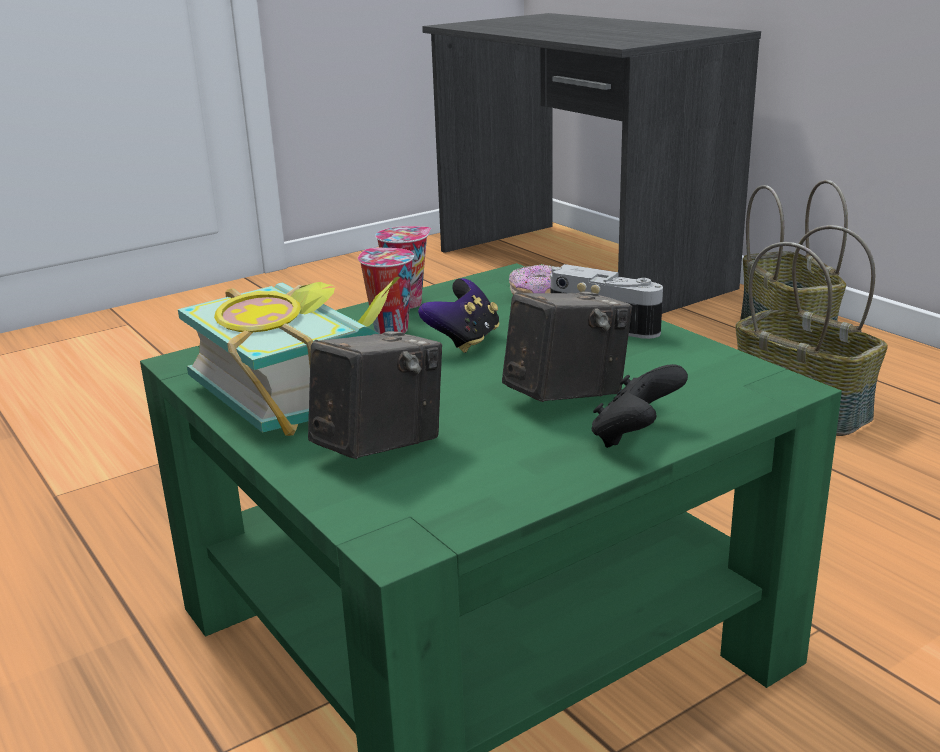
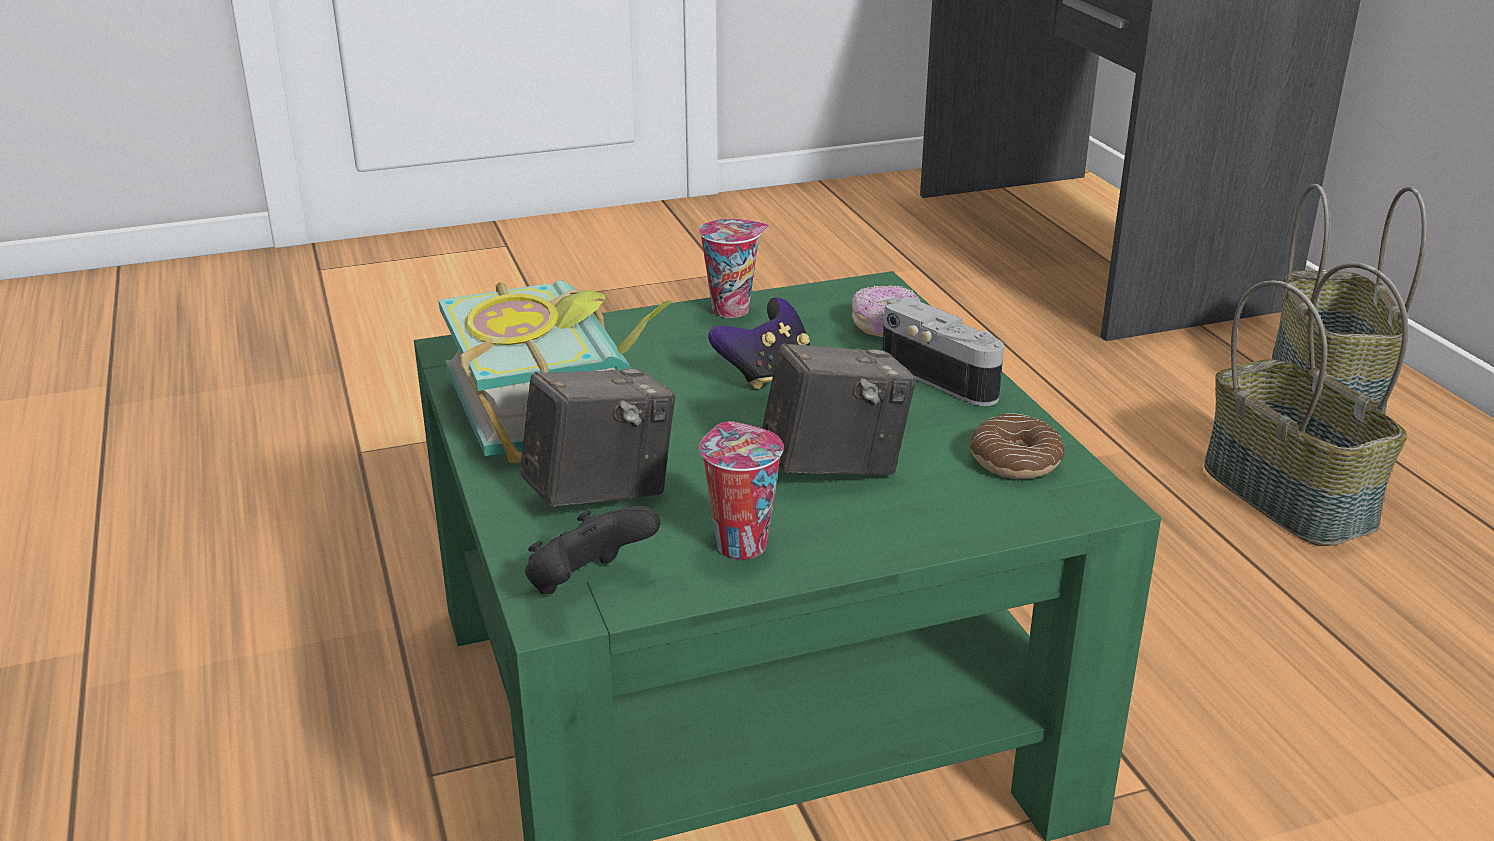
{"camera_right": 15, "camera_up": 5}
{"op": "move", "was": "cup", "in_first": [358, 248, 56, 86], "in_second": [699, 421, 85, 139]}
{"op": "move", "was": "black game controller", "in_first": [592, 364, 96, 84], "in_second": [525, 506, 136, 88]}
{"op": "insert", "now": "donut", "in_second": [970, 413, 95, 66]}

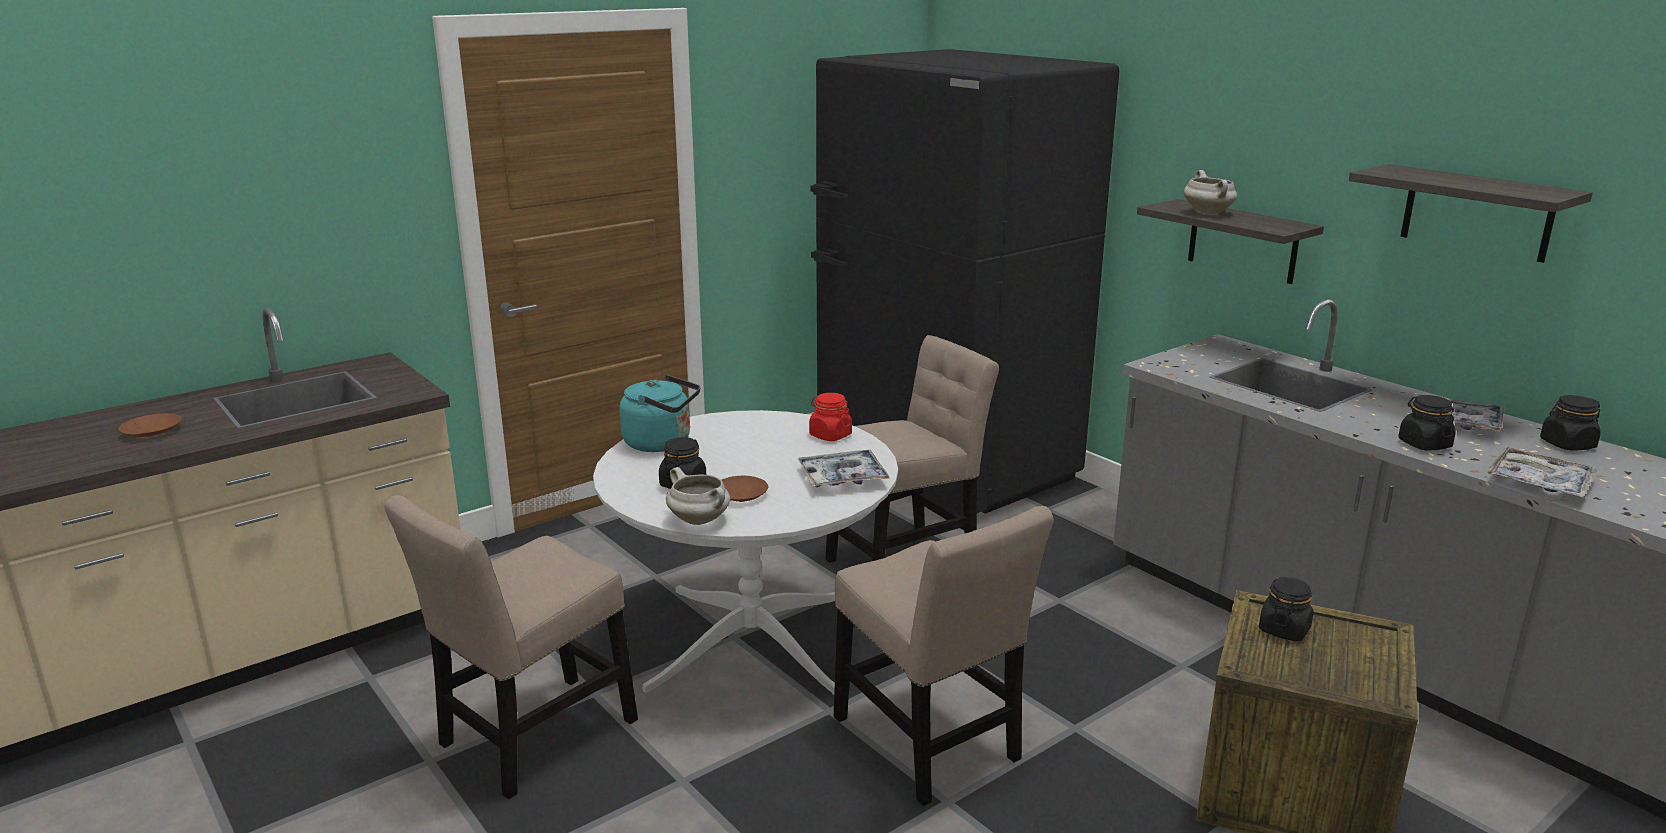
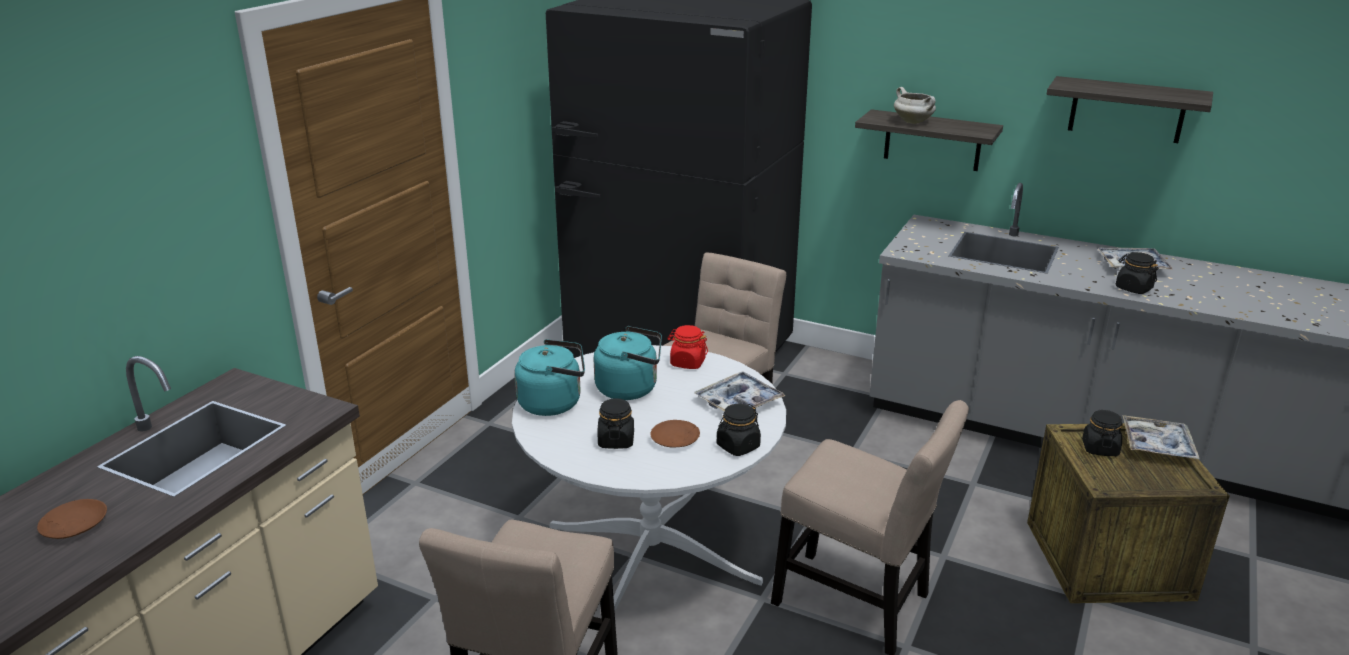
{"camera_right": -25, "camera_up": 5}
{"op": "move", "was": "black jar", "in_first": [1540, 395, 61, 56], "in_second": [717, 404, 44, 52]}
{"op": "move", "was": "tray", "in_first": [1486, 446, 112, 51], "in_second": [1122, 415, 78, 44]}
{"op": "delete", "was": "white cooking pot", "in_first": [666, 467, 64, 58]}
{"op": "insert", "now": "turquoise kettle", "in_second": [594, 326, 68, 74]}

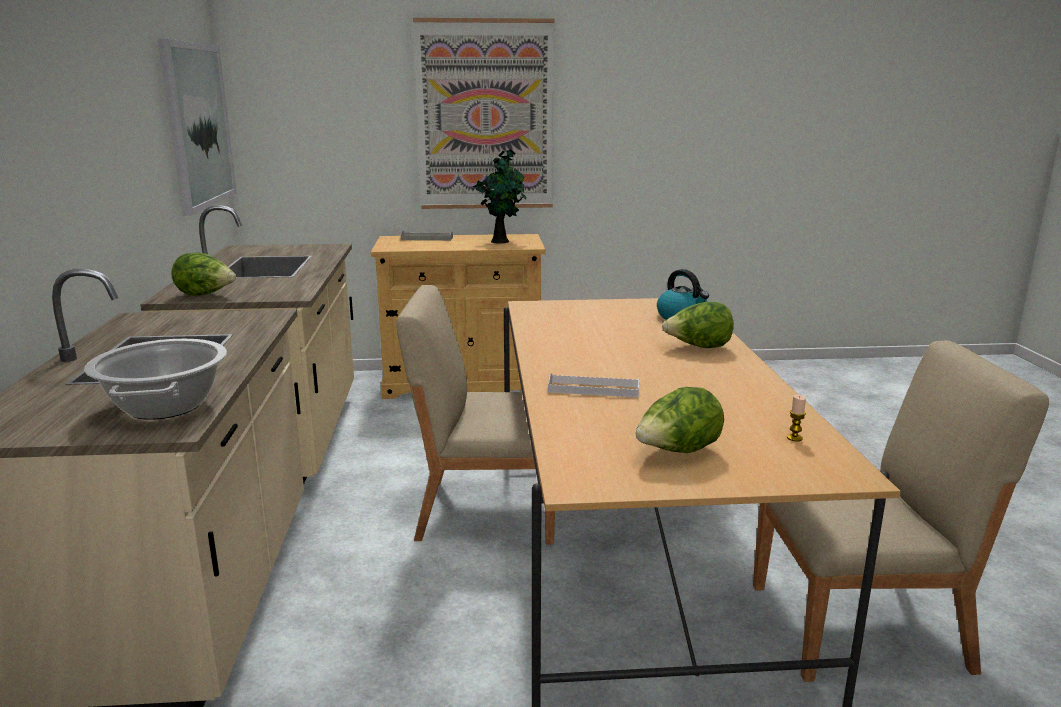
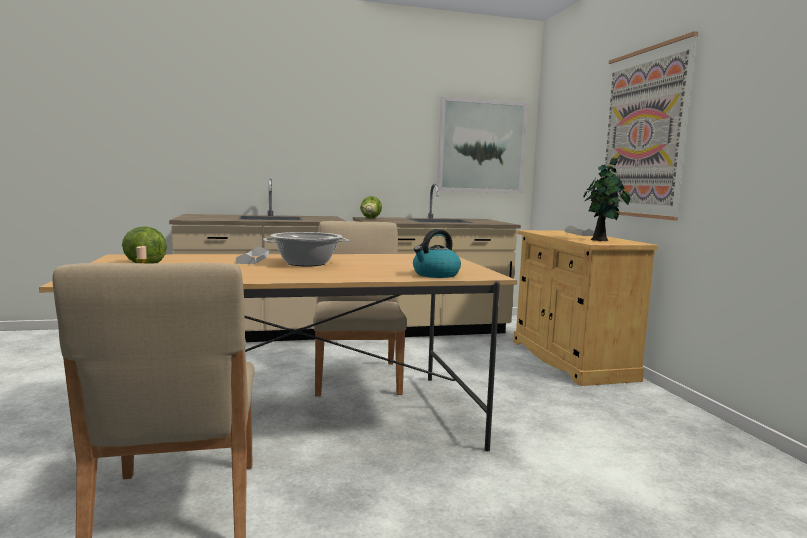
{"camera_right": 80, "camera_up": -10}
{"op": "delete", "was": "lettuce", "in_first": [662, 302, 72, 46]}
{"op": "move", "was": "cooking pot", "in_first": [85, 339, 142, 81], "in_second": [263, 232, 87, 34]}

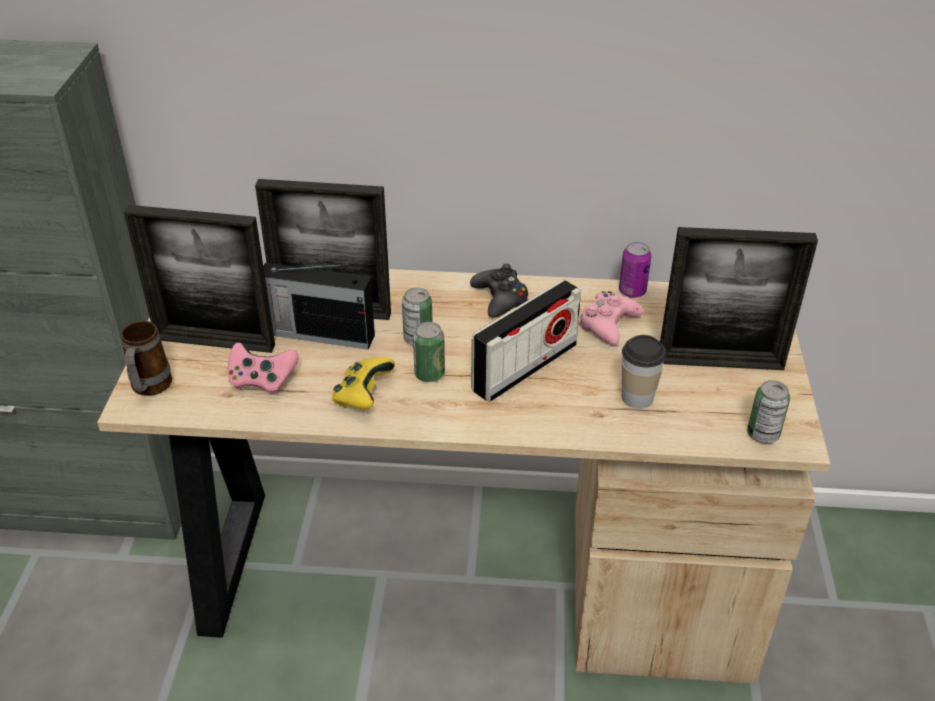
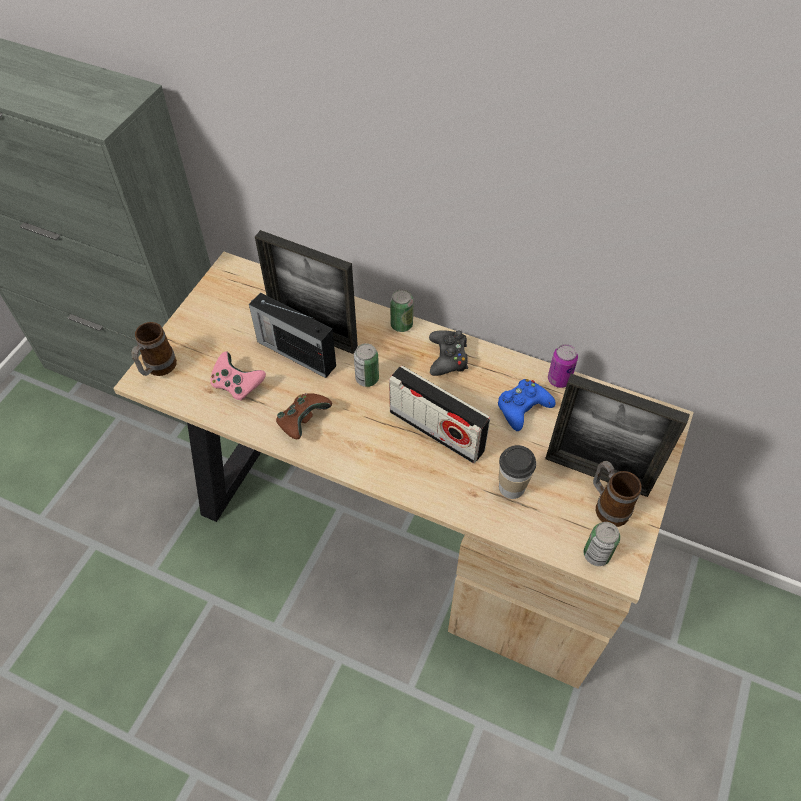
{"camera_right": 20, "camera_up": 15}
{"op": "delete", "was": "picture frame", "in_first": [124, 205, 151, 148]}
{"op": "rotate", "was": "radio", "in_first": [471, 280, 110, 122], "in_second": [389, 366, 101, 98], "clockwise": 60}
{"op": "recolor", "was": "pink game controller", "now": "blue game controller", "in_first": [579, 291, 64, 55], "in_second": [498, 379, 57, 52]}
{"op": "move", "was": "can", "in_first": [413, 322, 32, 60], "in_second": [390, 289, 23, 43]}
{"op": "recolor", "was": "yellow game controller", "now": "brown game controller", "in_first": [332, 357, 63, 52], "in_second": [276, 393, 56, 46]}
{"op": "insert", "now": "mug", "in_second": [593, 461, 49, 66]}

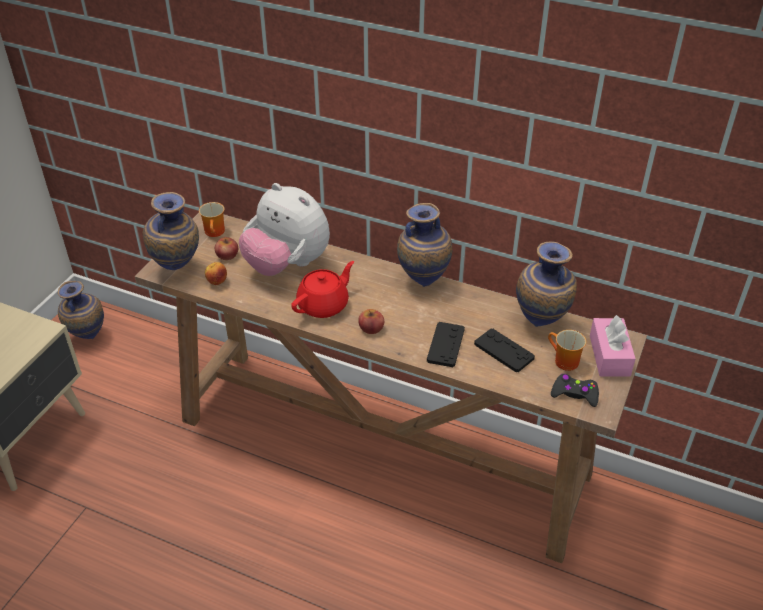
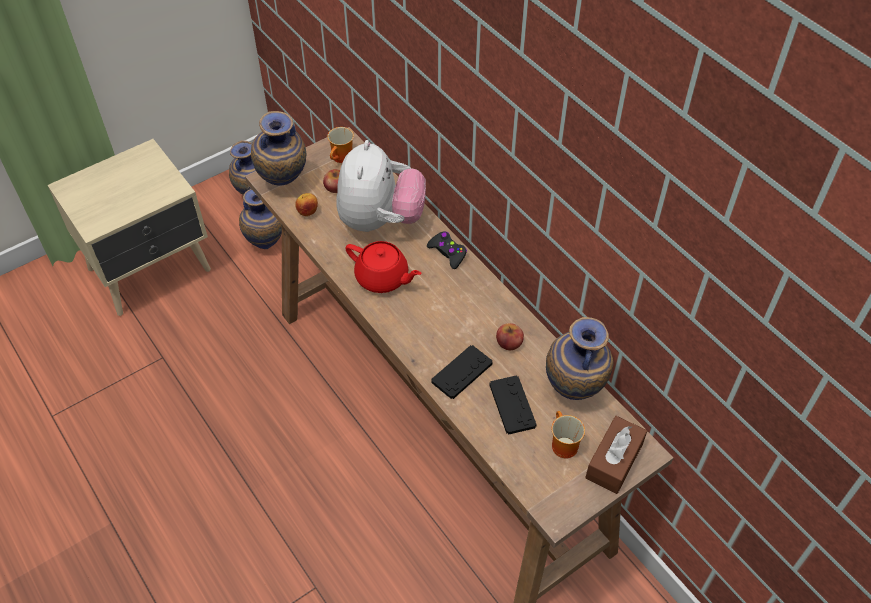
{"camera_right": 30, "camera_up": 10}
{"op": "rotate", "was": "plush toy", "in_first": [239, 183, 91, 93], "in_second": [336, 140, 90, 92], "clockwise": -150}
{"op": "move", "was": "vase", "in_first": [397, 203, 56, 84], "in_second": [239, 189, 43, 60]}
{"op": "rotate", "was": "red teapot", "in_first": [291, 261, 63, 57], "in_second": [345, 241, 77, 52], "clockwise": 45}
{"op": "move", "was": "apple", "in_first": [358, 309, 26, 25], "in_second": [496, 323, 28, 27]}
{"op": "recolor", "was": "pink tissue box", "now": "brown tissue box", "in_first": [590, 315, 46, 62], "in_second": [585, 416, 62, 78]}
{"op": "move", "was": "black game controller", "in_first": [551, 374, 48, 33], "in_second": [427, 231, 40, 38]}

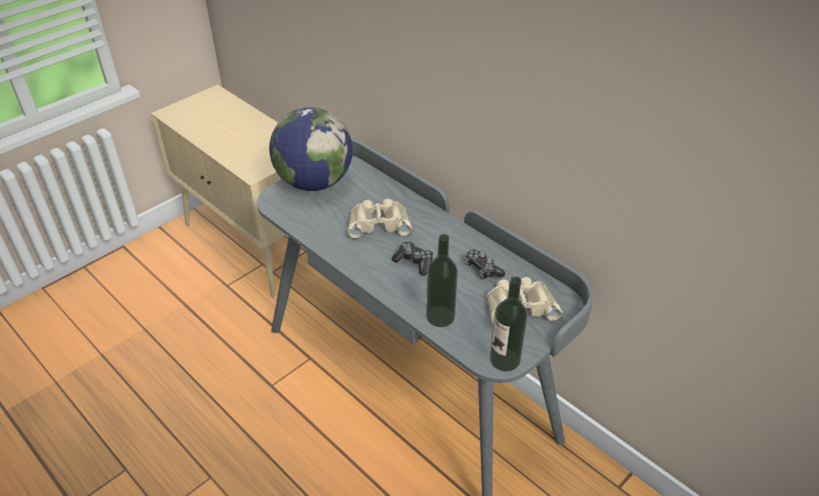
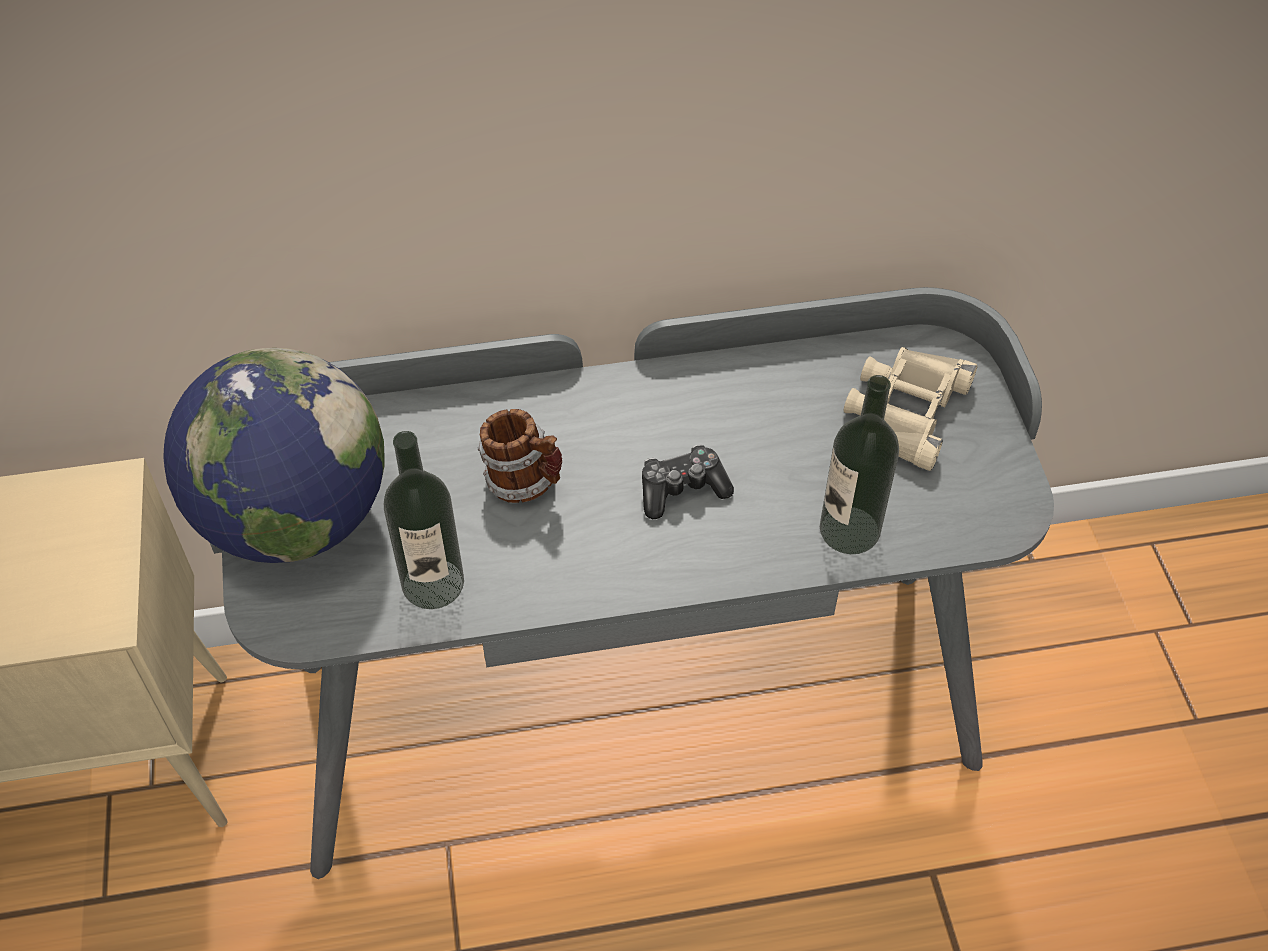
{"camera_right": -55, "camera_up": 10}
{"op": "replace", "was": "beige binoculars", "now": "mug", "in_first": [348, 199, 64, 40], "in_second": [478, 409, 84, 94]}
{"op": "delete", "was": "game controller", "in_first": [465, 250, 40, 29]}
{"op": "move", "was": "bottle", "in_first": [490, 276, 37, 95], "in_second": [384, 431, 80, 178]}

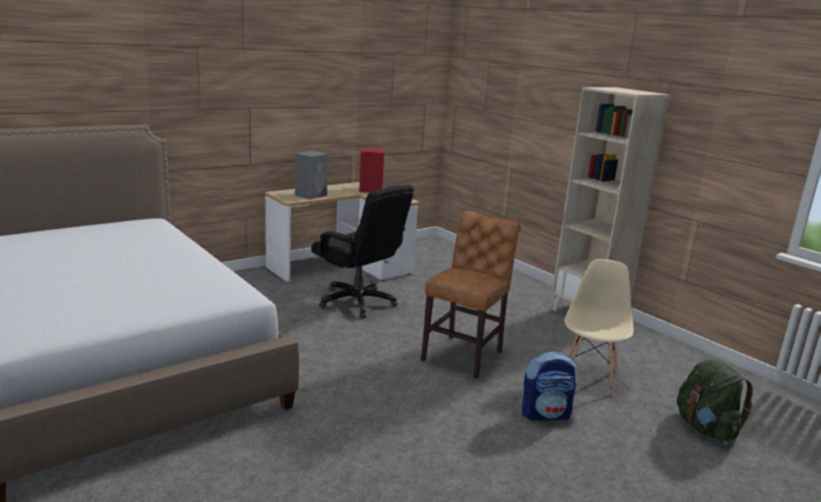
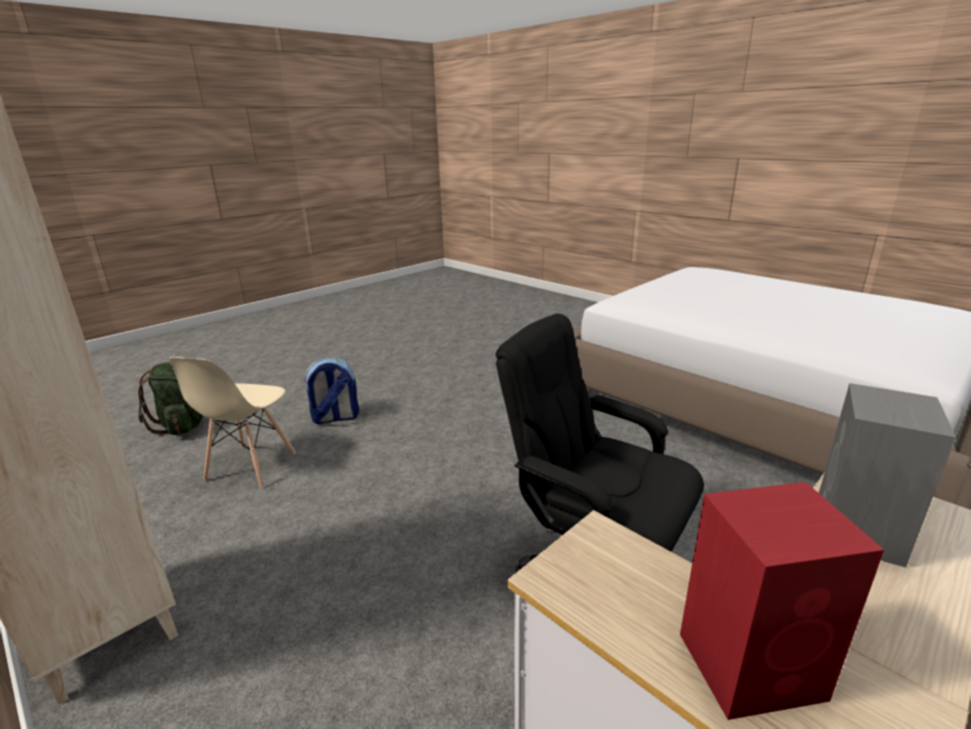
{"camera_right": 175, "camera_up": 5}
{"op": "delete", "was": "brown chair", "in_first": [421, 211, 101, 168]}

